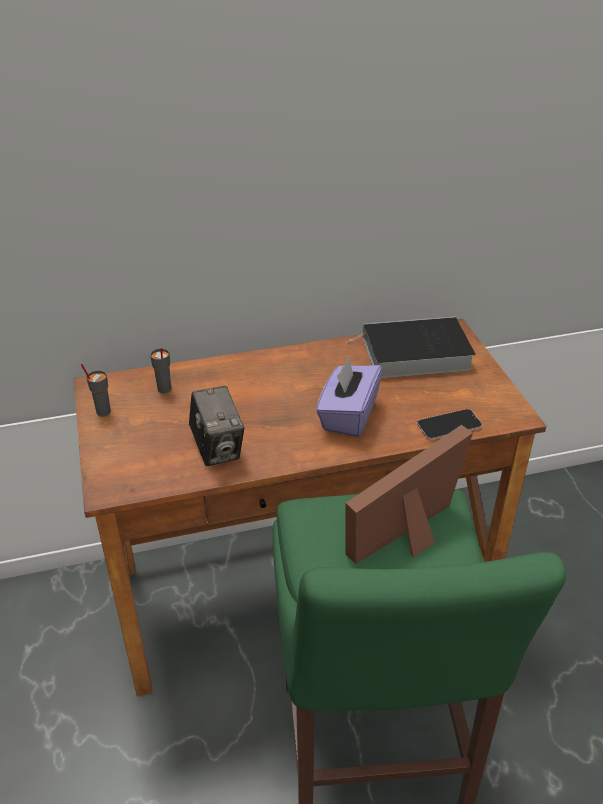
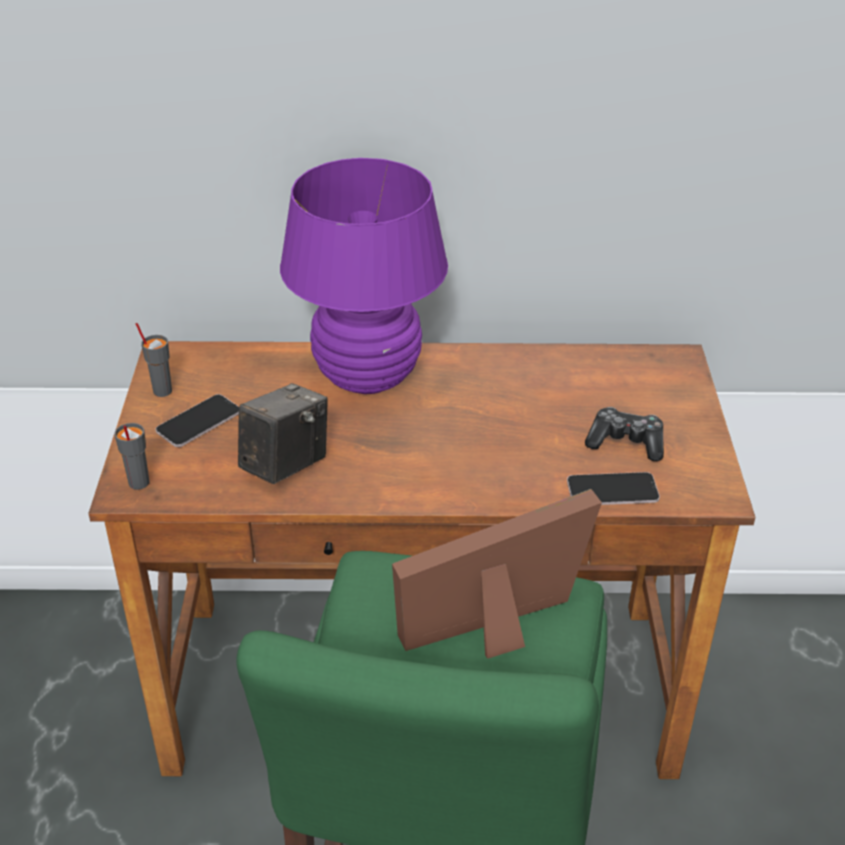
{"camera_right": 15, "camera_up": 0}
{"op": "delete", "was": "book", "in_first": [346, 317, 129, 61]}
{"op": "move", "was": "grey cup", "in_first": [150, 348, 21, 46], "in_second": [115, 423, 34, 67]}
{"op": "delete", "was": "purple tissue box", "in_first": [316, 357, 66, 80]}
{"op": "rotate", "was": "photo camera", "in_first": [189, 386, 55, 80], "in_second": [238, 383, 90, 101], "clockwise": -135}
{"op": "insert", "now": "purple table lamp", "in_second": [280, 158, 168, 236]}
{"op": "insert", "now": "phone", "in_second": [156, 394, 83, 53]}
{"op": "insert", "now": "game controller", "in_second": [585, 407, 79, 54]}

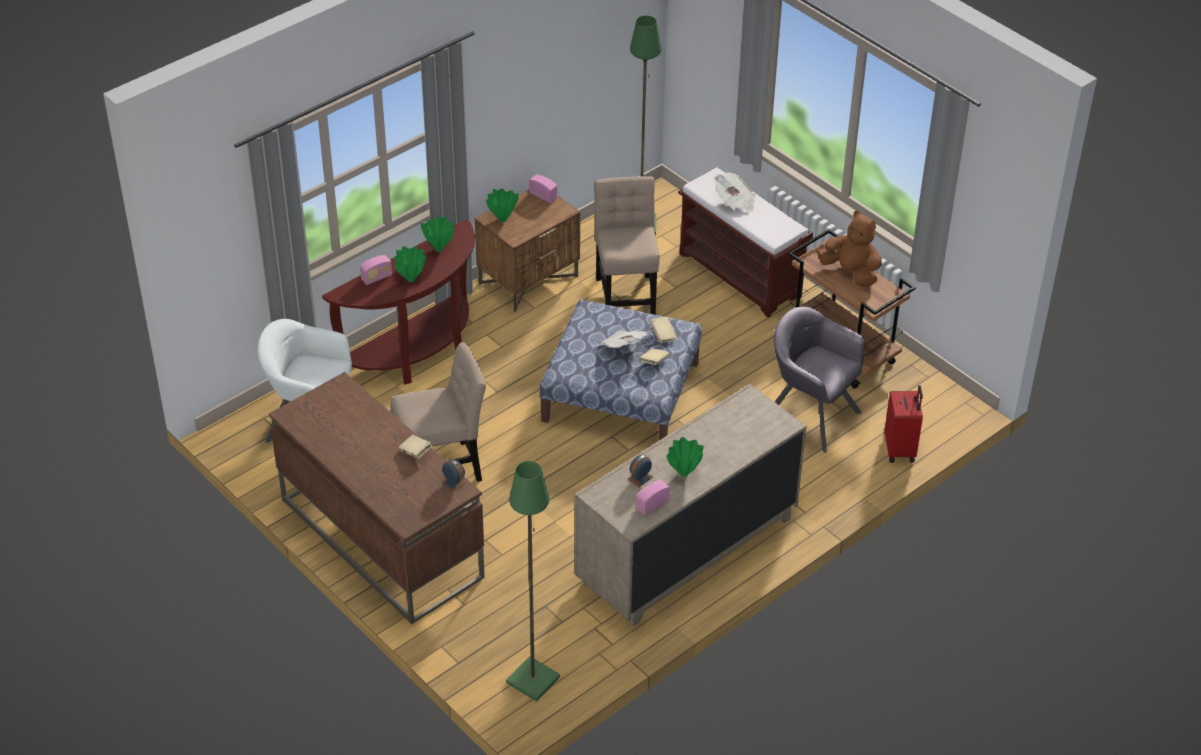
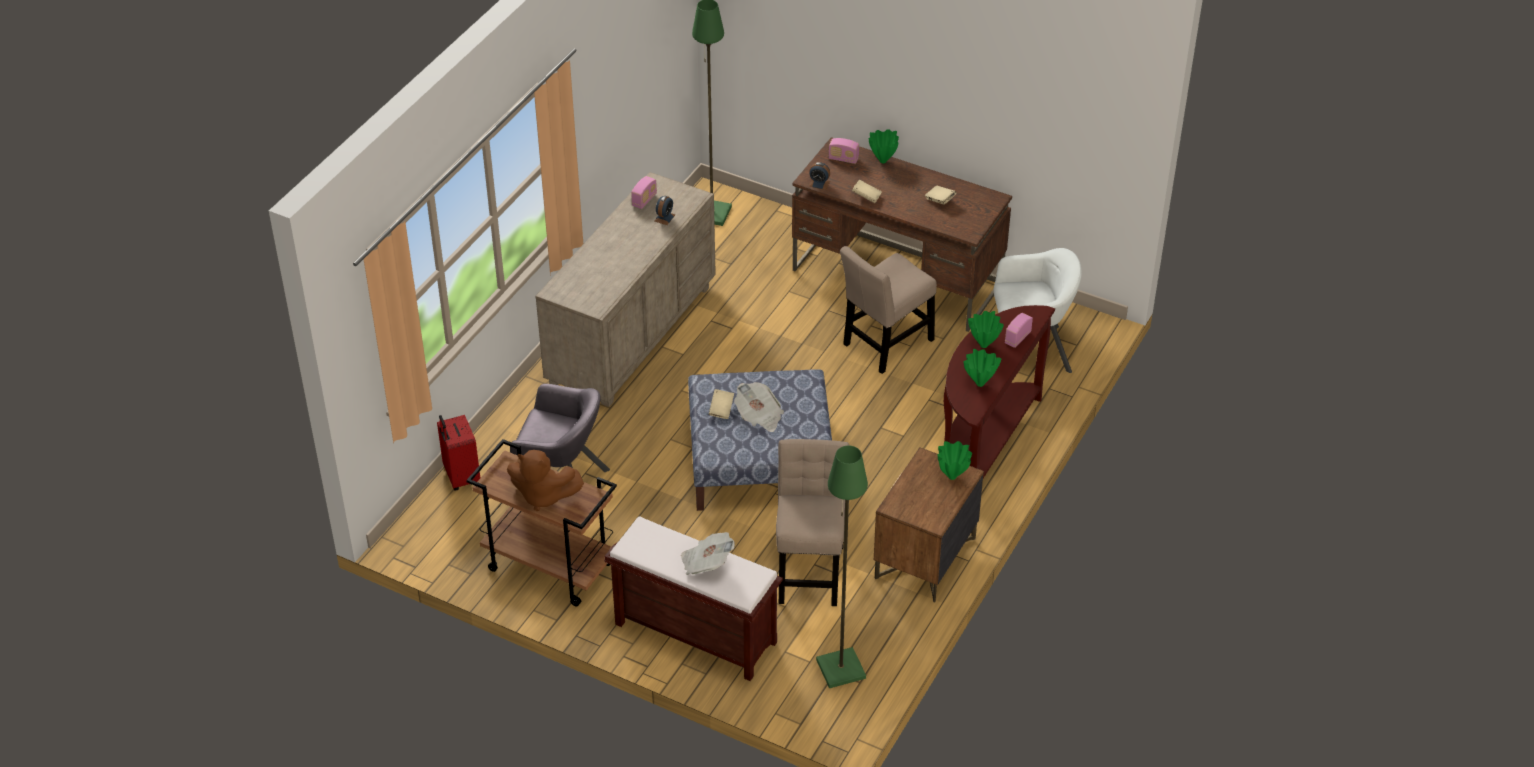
{"camera_right": 160, "camera_up": 0}
{"op": "move", "was": "radio", "in_first": [529, 175, 29, 28], "in_second": [829, 138, 30, 26]}
{"op": "rotate", "was": "beige chair", "in_first": [594, 176, 66, 139], "in_second": [776, 439, 73, 167], "clockwise": -150}
{"op": "move", "was": "beige book", "in_first": [650, 316, 27, 27], "in_second": [925, 186, 31, 19]}
{"op": "move", "was": "green vase", "in_first": [667, 437, 37, 40], "in_second": [869, 129, 30, 34]}

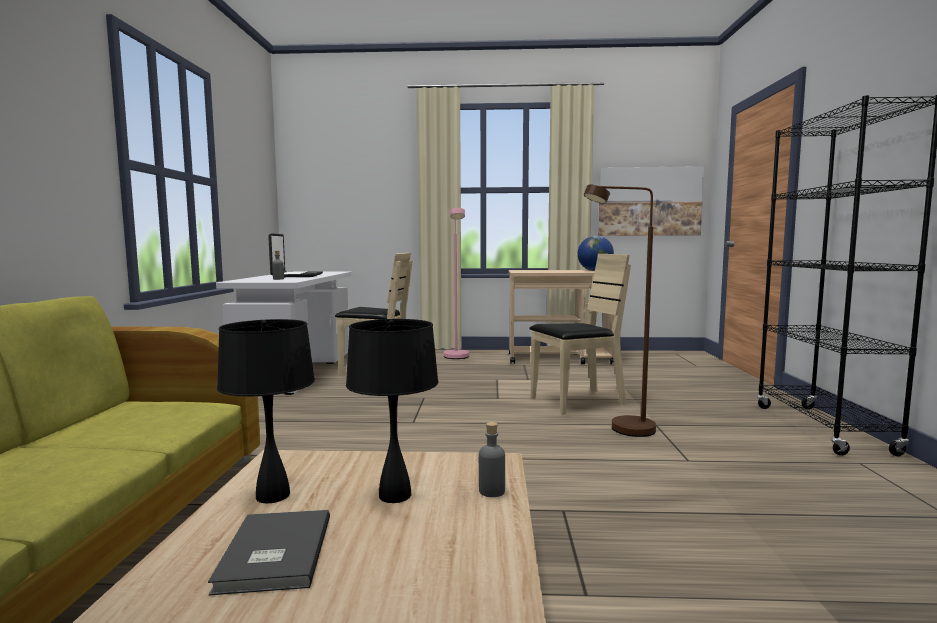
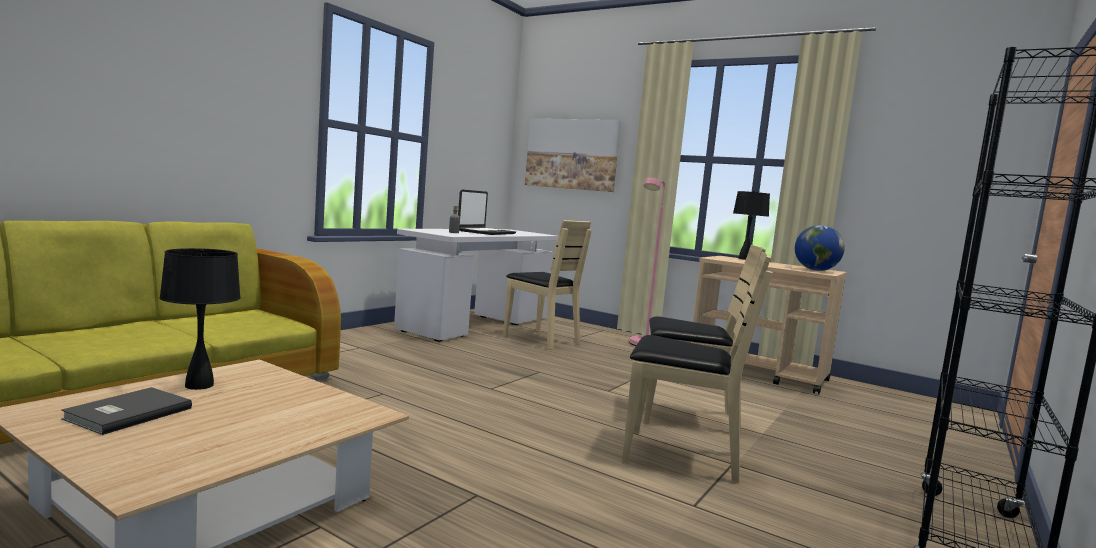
{"camera_right": 30, "camera_up": 0}
{"op": "move", "was": "picture", "in_first": [598, 166, 106, 70], "in_second": [525, 119, 96, 73]}
{"op": "replace", "was": "brown floor lamp", "now": "beige chair", "in_first": [584, 184, 72, 253], "in_second": [622, 252, 151, 231]}
{"op": "move", "was": "black table lamp", "in_first": [346, 319, 93, 184], "in_second": [733, 191, 37, 69]}
{"op": "delete", "was": "grey bottle", "in_first": [479, 422, 26, 75]}

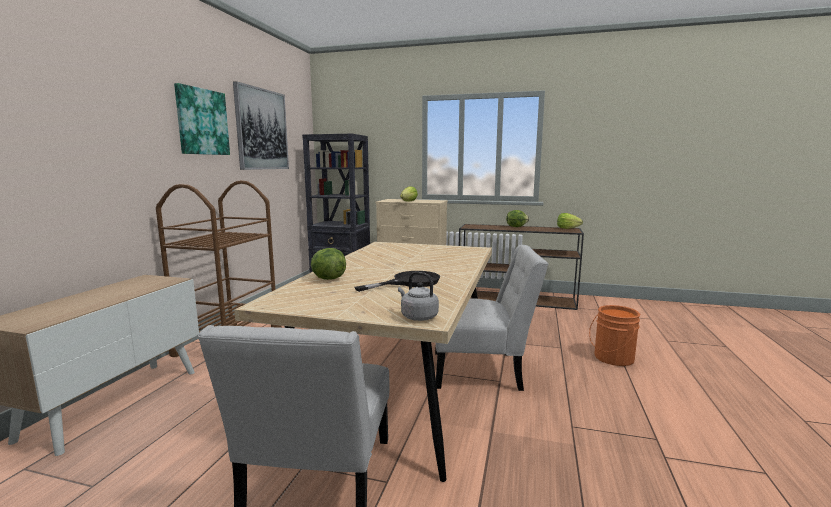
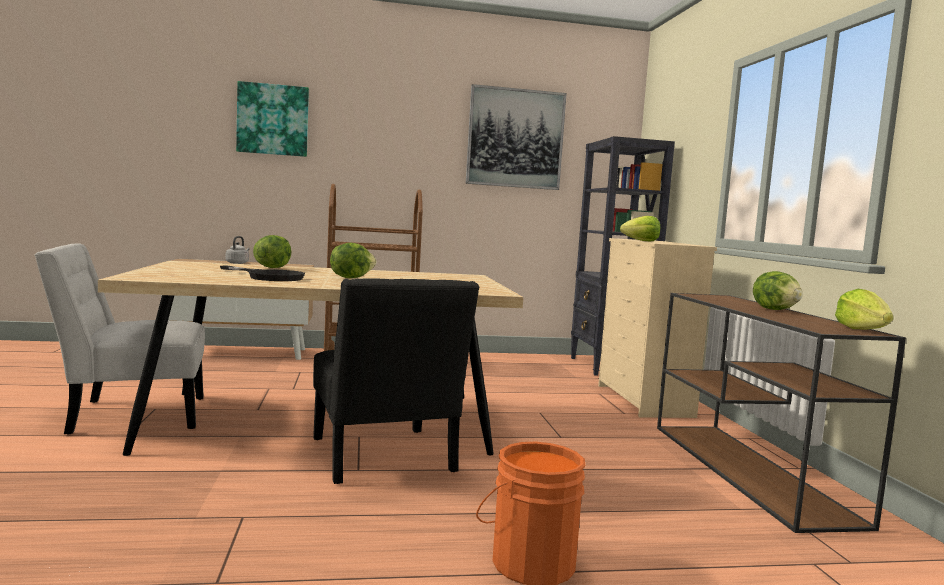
{"camera_right": 65, "camera_up": -5}
{"op": "move", "was": "picture", "in_first": [174, 83, 56, 72], "in_second": [236, 81, 73, 76]}
{"op": "recolor", "was": "white chair", "now": "black chair", "in_first": [435, 245, 114, 146], "in_second": [313, 278, 167, 206]}
{"op": "move", "was": "grey kettle", "in_first": [398, 272, 41, 49], "in_second": [226, 236, 24, 28]}
{"op": "insert", "now": "lettuce", "in_second": [330, 243, 46, 35]}

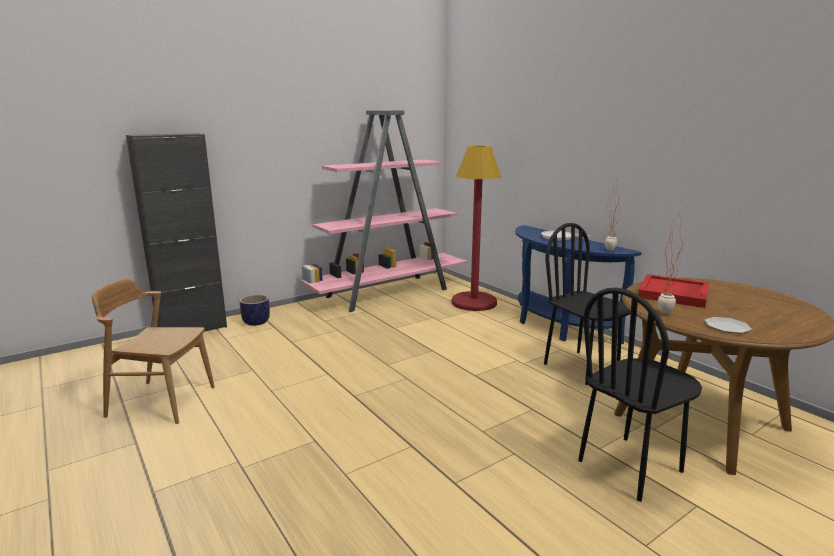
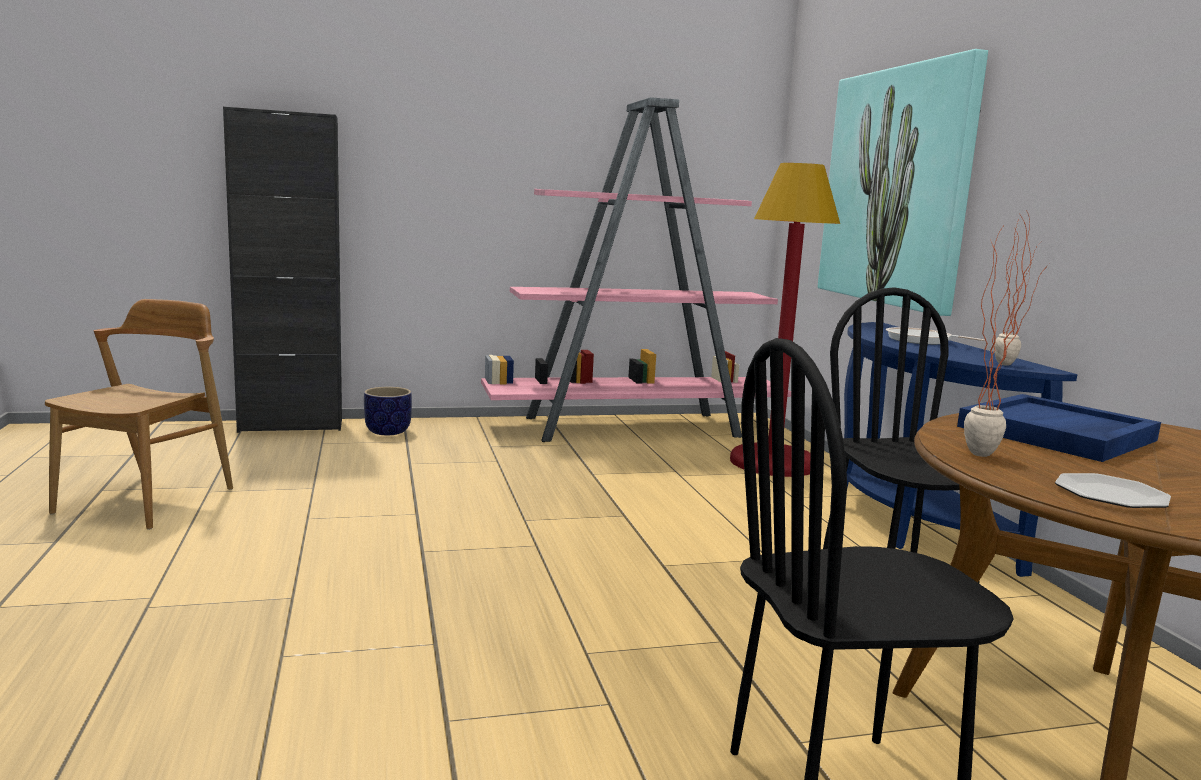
{"camera_right": 20, "camera_up": -5}
{"op": "recolor", "was": "red tray", "now": "blue tray", "in_first": [638, 274, 71, 34], "in_second": [957, 394, 204, 68]}
{"op": "rotate", "was": "brown chair", "in_first": [92, 278, 123, 146], "in_second": [45, 299, 188, 231], "clockwise": 75}
{"op": "insert", "now": "picture", "in_second": [818, 49, 170, 267]}

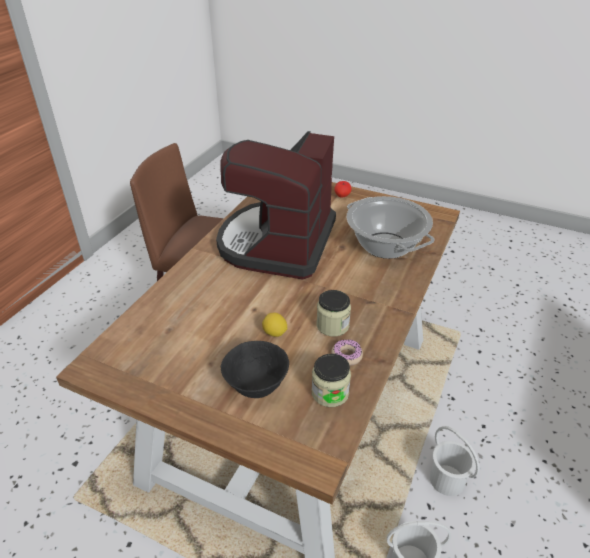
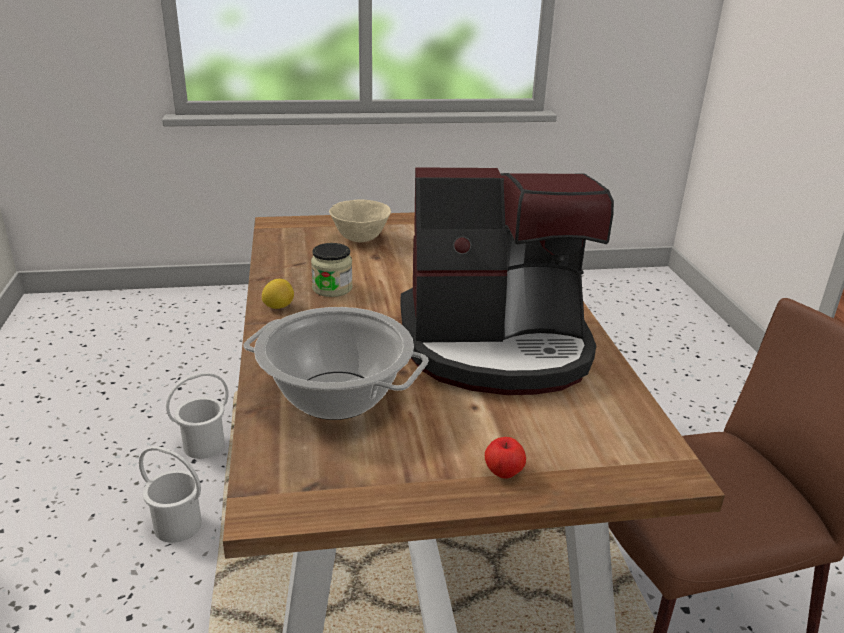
{"camera_right": 145, "camera_up": -10}
{"op": "rotate", "was": "coffee machine", "in_first": [216, 131, 120, 149], "in_second": [400, 167, 214, 228], "clockwise": 105}
{"op": "move", "was": "lemon", "in_first": [262, 313, 25, 24], "in_second": [262, 279, 32, 30]}
{"op": "delete", "was": "donut", "in_first": [331, 339, 32, 27]}
{"op": "recolor", "was": "black bowl", "now": "beige bowl", "in_first": [220, 341, 69, 57], "in_second": [329, 199, 62, 43]}
{"op": "delete", "was": "jar", "in_first": [312, 354, 39, 53]}

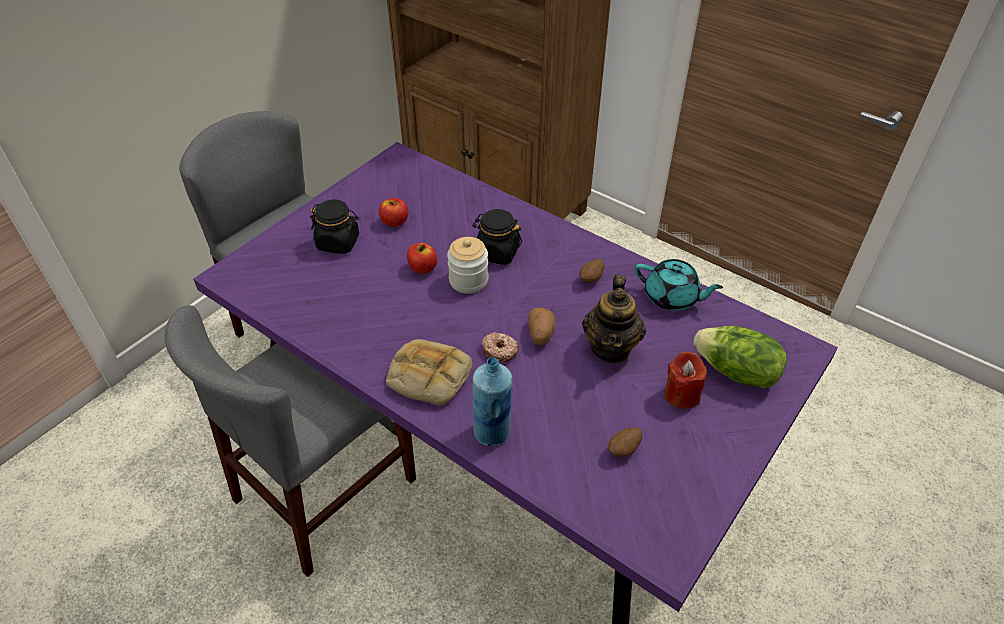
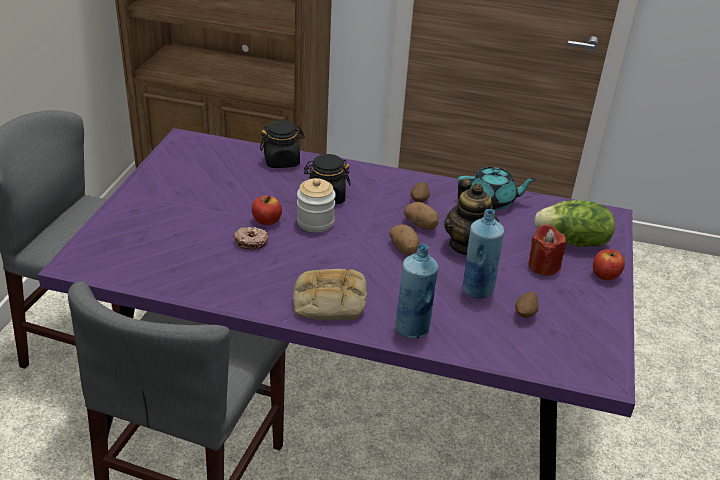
{"camera_right": -25, "camera_up": -10}
{"op": "move", "was": "apple", "in_first": [379, 198, 30, 29], "in_second": [593, 249, 32, 32]}
{"op": "move", "was": "black jar", "in_first": [310, 199, 49, 55], "in_second": [260, 120, 45, 48]}
{"op": "move", "was": "donut", "in_first": [482, 333, 37, 29], "in_second": [233, 227, 35, 22]}
{"op": "insert", "now": "potato", "in_second": [404, 202, 35, 28]}
{"op": "insert", "now": "blue bottle", "in_second": [463, 209, 41, 90]}

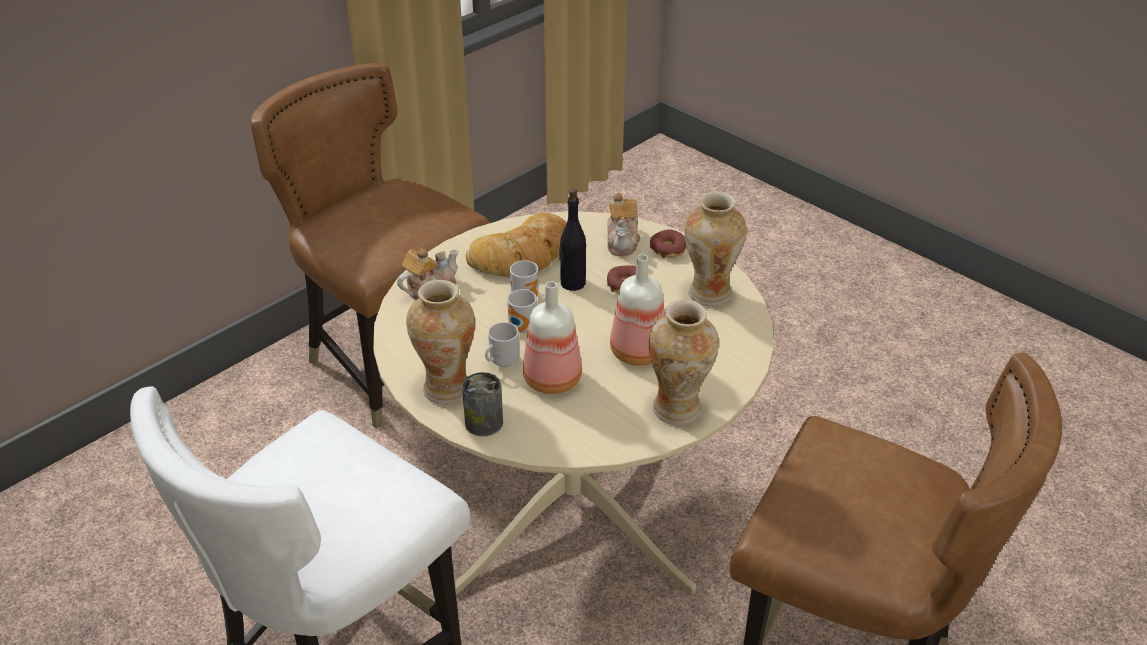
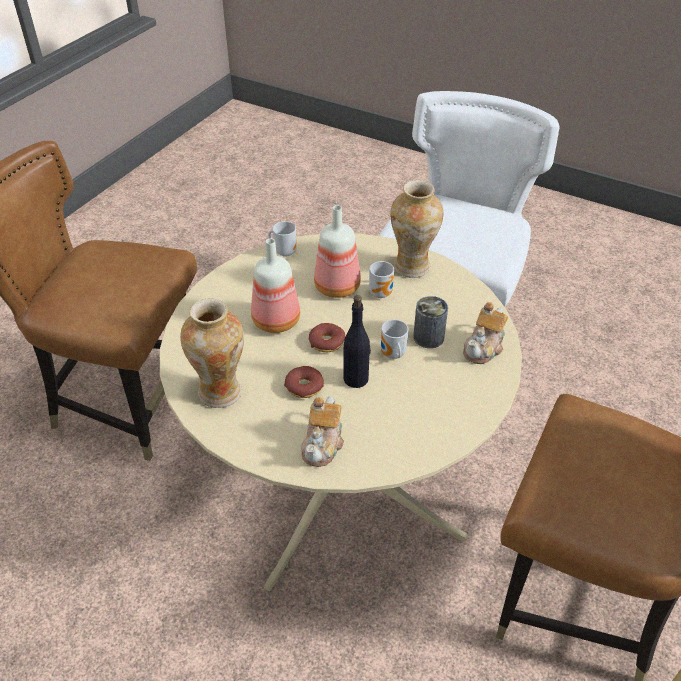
{"camera_right": 165, "camera_up": 5}
{"op": "rotate", "was": "teapot", "in_first": [607, 192, 33, 64], "in_second": [301, 396, 43, 71], "clockwise": -150}
{"op": "delete", "was": "bread", "in_first": [466, 213, 101, 64]}
{"op": "move", "was": "donut", "in_first": [650, 229, 37, 29], "in_second": [309, 323, 36, 29]}
{"op": "move", "was": "mug", "in_first": [507, 289, 30, 44], "in_second": [268, 221, 29, 36]}
{"op": "delete", "was": "vase", "in_first": [649, 300, 70, 125]}
{"op": "move", "was": "can", "in_first": [462, 372, 41, 65], "in_second": [413, 296, 35, 52]}

